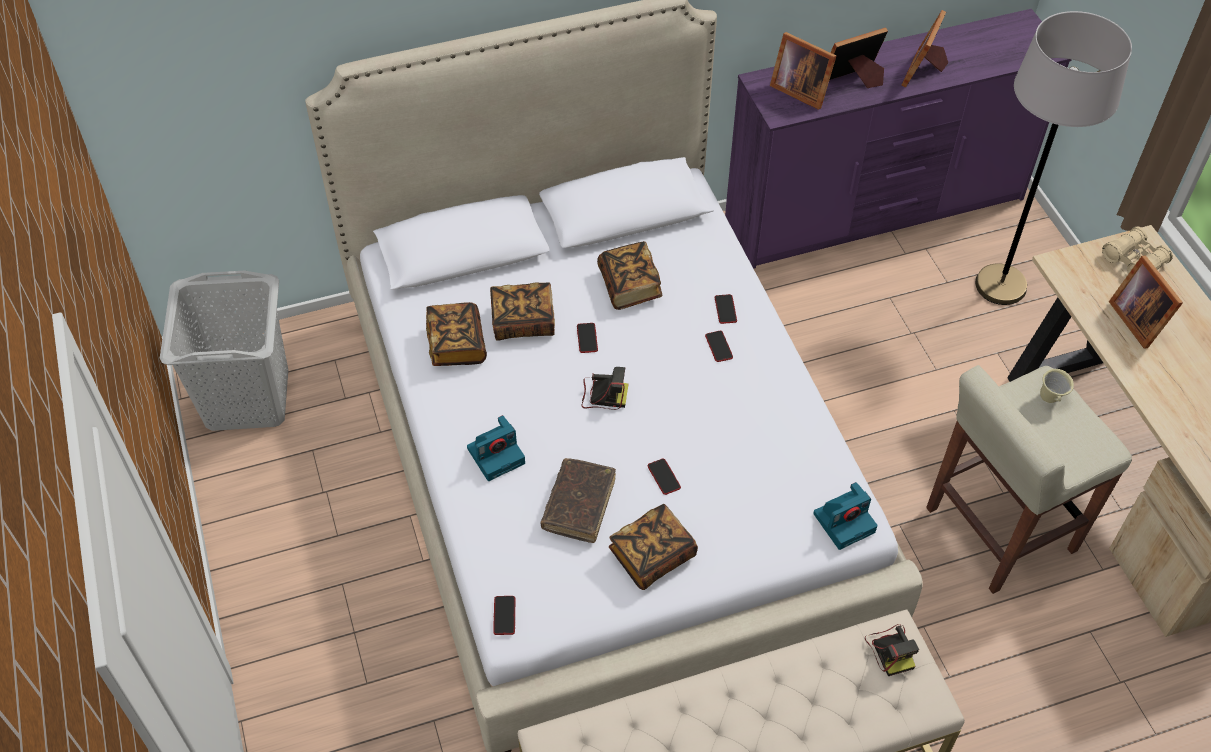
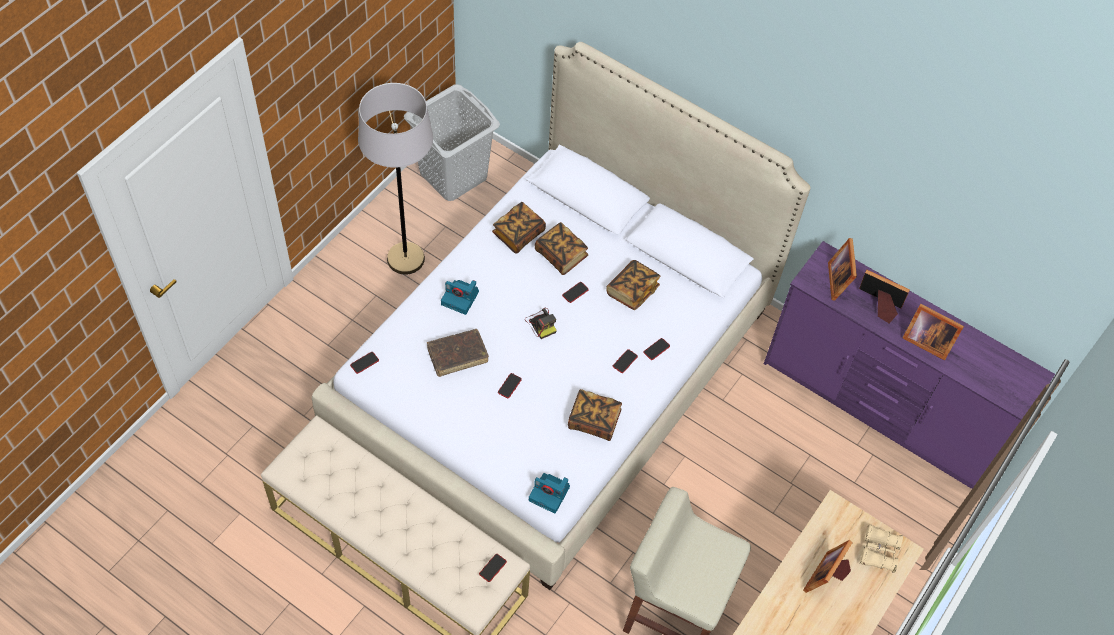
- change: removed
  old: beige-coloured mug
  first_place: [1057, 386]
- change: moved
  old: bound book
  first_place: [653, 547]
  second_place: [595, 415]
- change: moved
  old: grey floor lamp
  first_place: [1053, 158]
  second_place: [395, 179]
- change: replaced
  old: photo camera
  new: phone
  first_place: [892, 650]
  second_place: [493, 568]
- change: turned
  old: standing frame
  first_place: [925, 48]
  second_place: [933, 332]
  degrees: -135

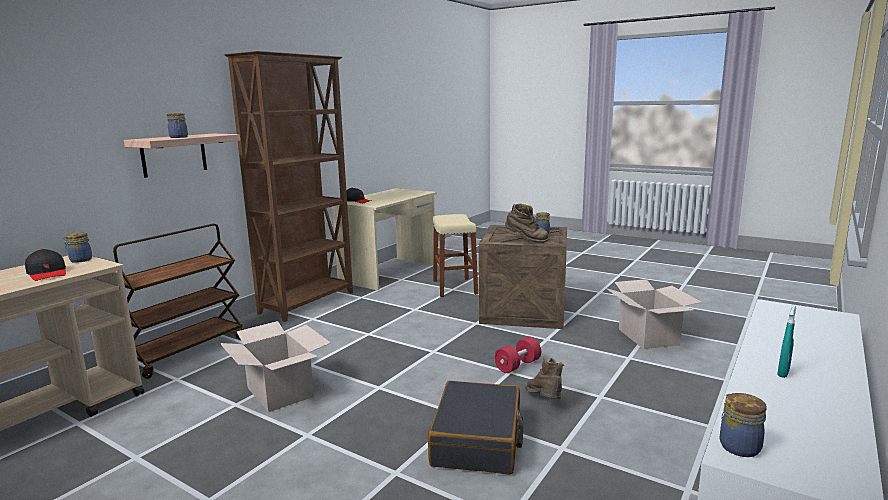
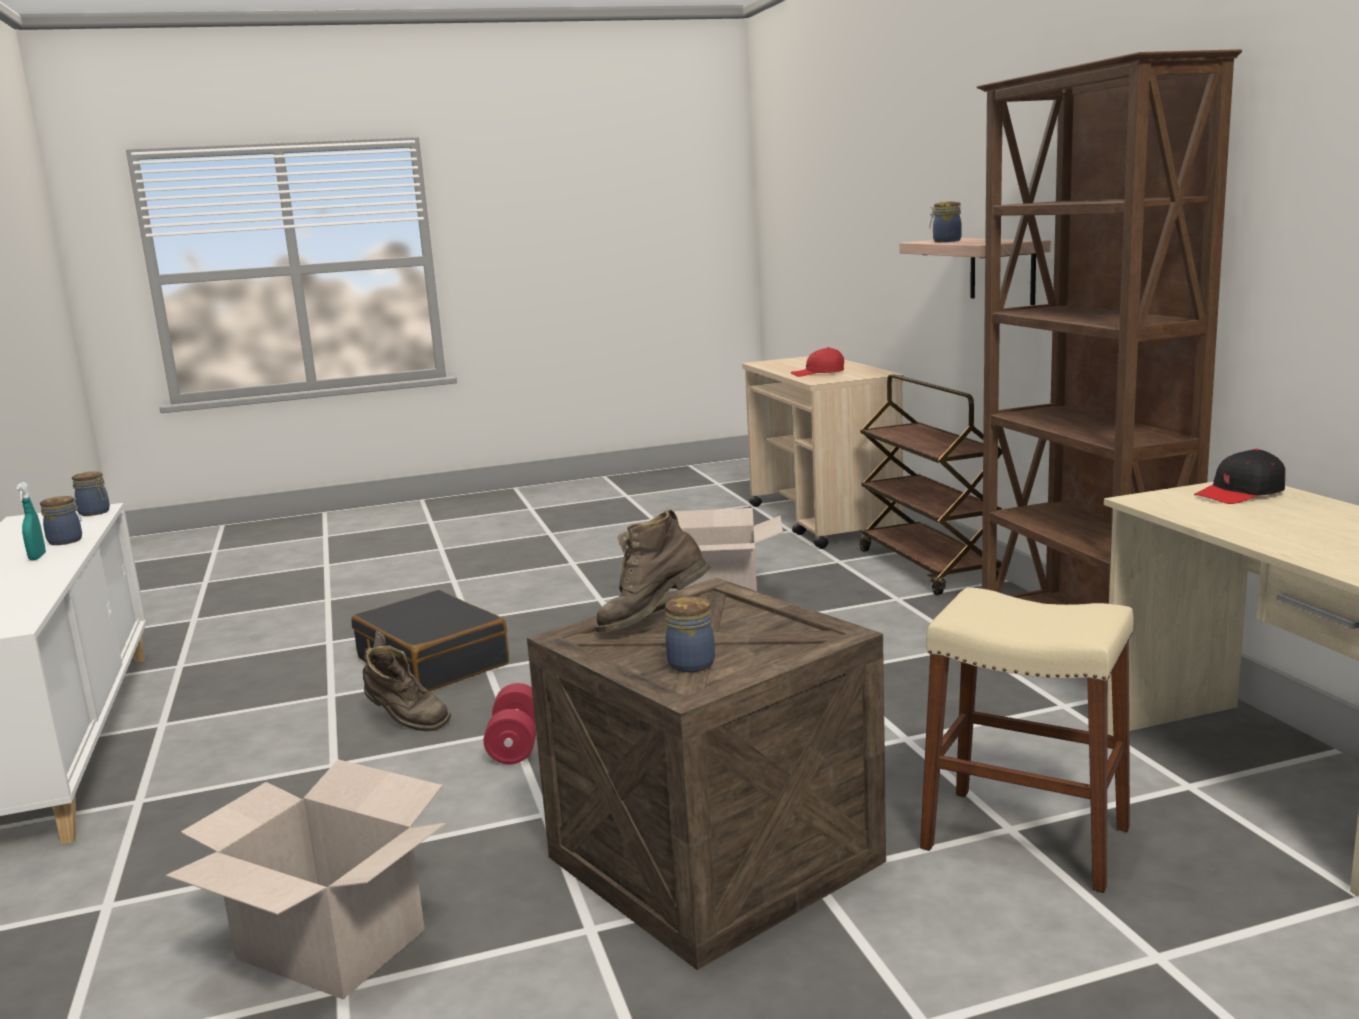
- change: moved
  old: jar
  first_place: [77, 247]
  second_place: [61, 520]
- change: recoloured
  old: blackish cap
  new: reddish cap
  first_place: [45, 265]
  second_place: [817, 361]

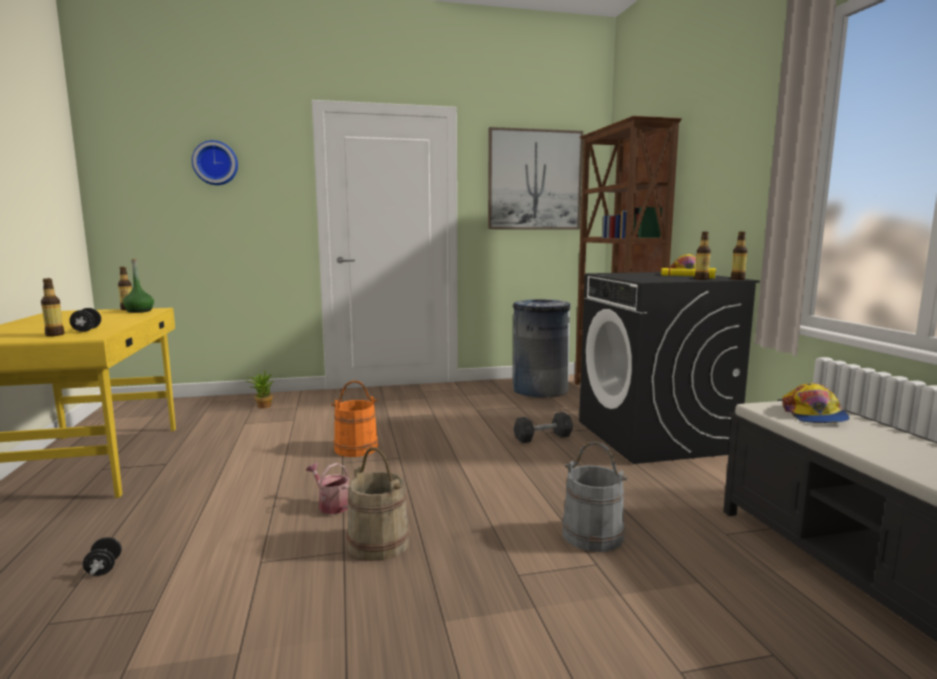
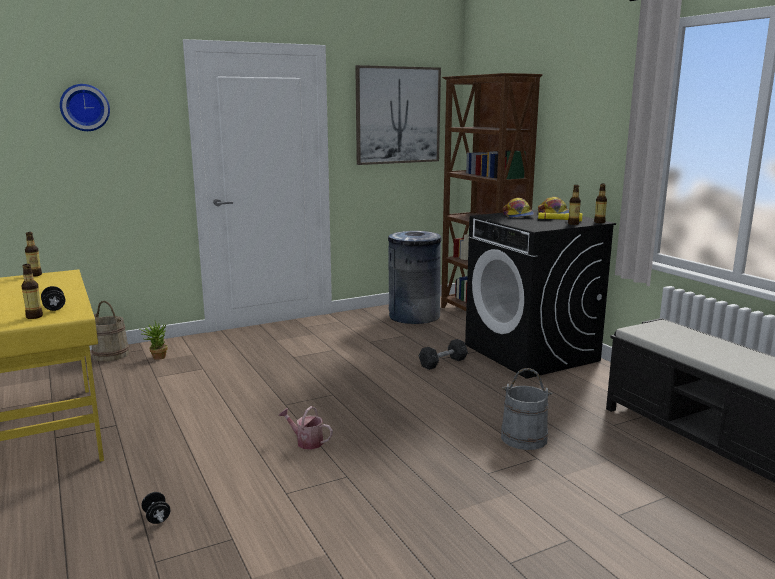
- change: removed
  old: green-coloured drink bottle
  first_place: [138, 286]
- change: removed
  old: orangey bucket
  first_place: [354, 418]
- change: moved
  old: beige-coloured bucket
  first_place: [378, 504]
  second_place: [110, 331]
- change: moved
  old: cap
  first_place: [816, 403]
  second_place: [518, 208]

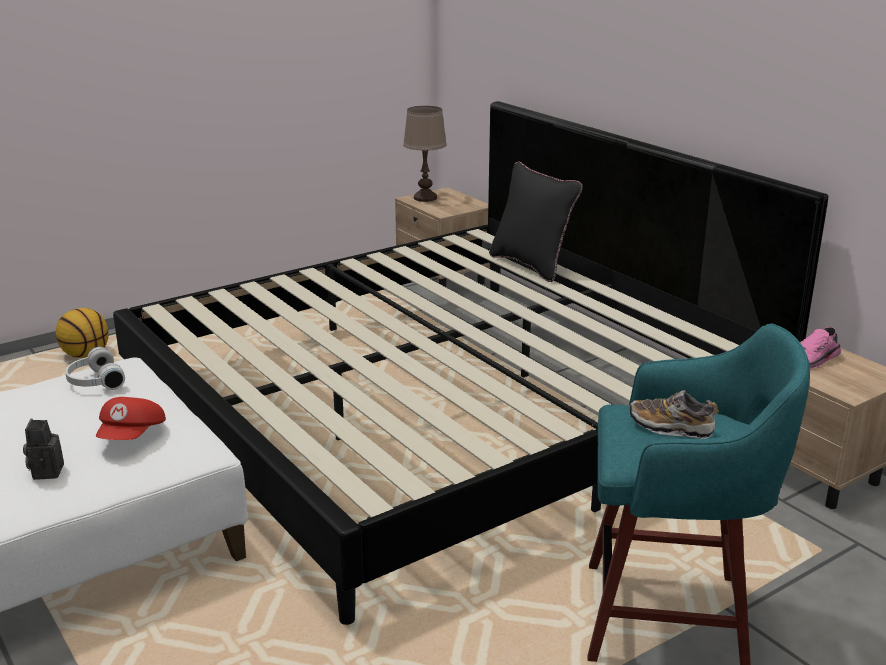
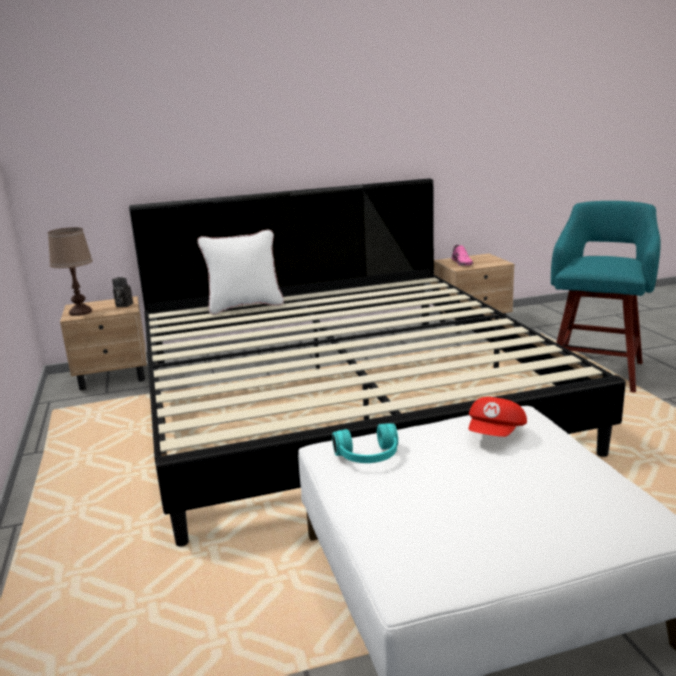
- change: removed
  old: ball for basketball
  first_place: [82, 333]
- change: removed
  old: low shoe
  first_place: [674, 414]
- change: moved
  old: photo camera
  first_place: [43, 449]
  second_place: [122, 292]
- change: recoloured
  old: whitish headset
  new: turquoise headset
  first_place: [95, 368]
  second_place: [365, 443]
- change: recoloured
  old: blackish cushion
  new: whitish cushion
  first_place: [536, 221]
  second_place: [240, 272]
- change: turned
  old: reddish cap
  first_place: [131, 418]
  second_place: [497, 417]
  degrees: 90

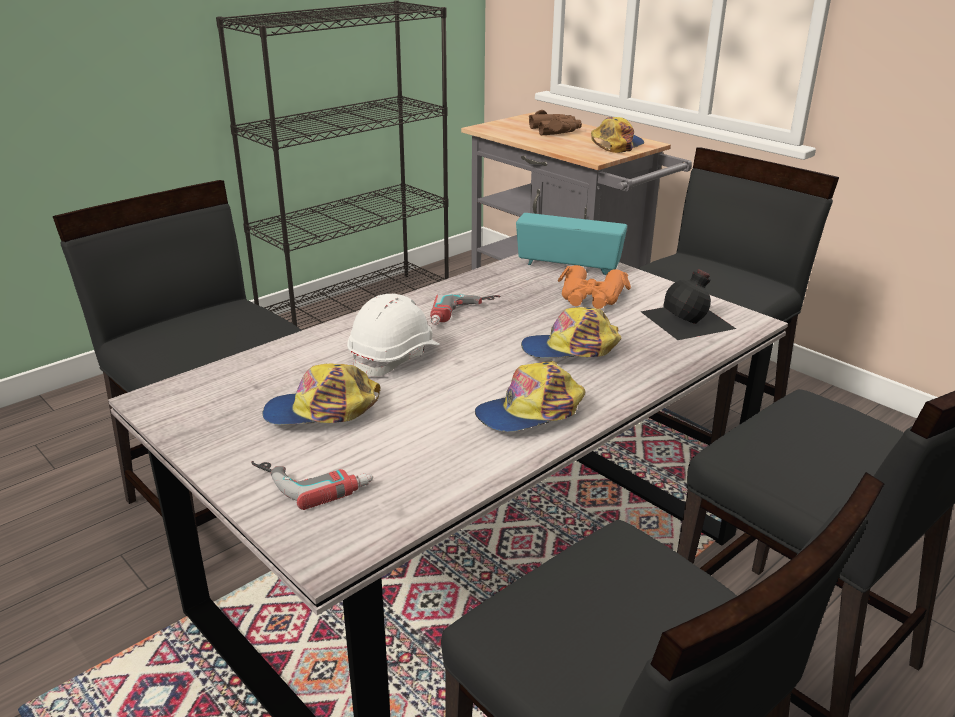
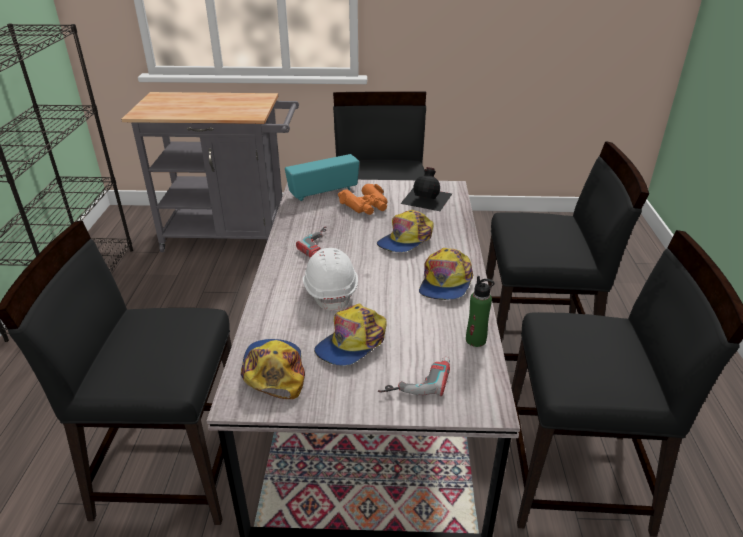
- change: removed
  old: brown binoculars
  first_place: [555, 122]
- change: added
  new: green-coloured drink bottle
  second_place: [480, 311]
- change: moved
  old: cap
  first_place: [617, 135]
  second_place: [273, 369]

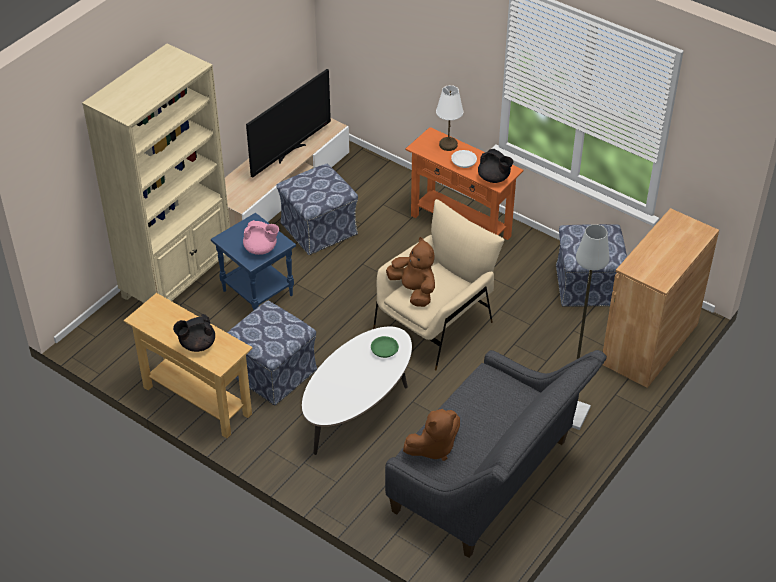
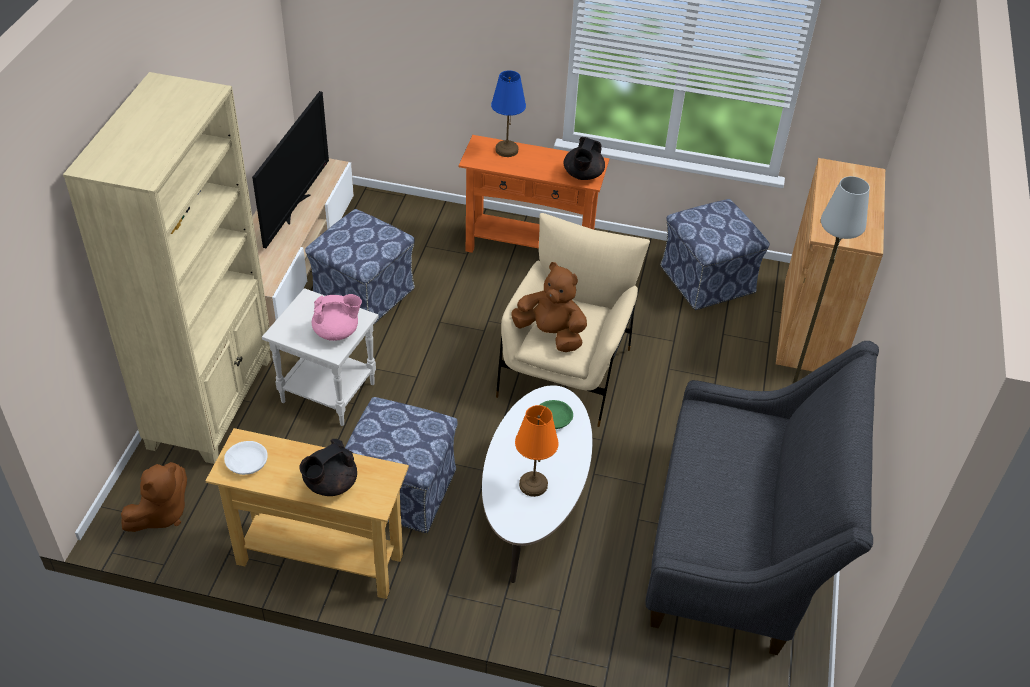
- change: added
  new: orangey lamp for a table
  second_place: [537, 451]
- change: moved
  old: brown soft toy
  first_place: [431, 435]
  second_place: [154, 497]
- change: moved
  old: whitish bowl
  first_place: [464, 159]
  second_place: [246, 458]
- change: recoloured
  old: blue-coloured end table
  new: whitish end table
  first_place: [253, 261]
  second_place: [320, 357]
- change: recoloured
  old: whitish lamp for a table
  new: blue-coloured lamp for a table
  first_place: [449, 118]
  second_place: [508, 113]
- change: turned
  old: blackish pot for tea
  first_place: [496, 166]
  second_place: [584, 158]
  degrees: 90

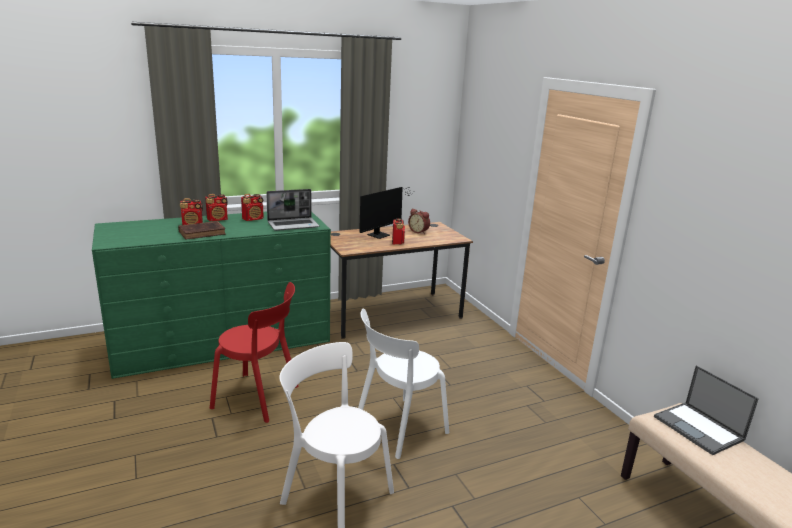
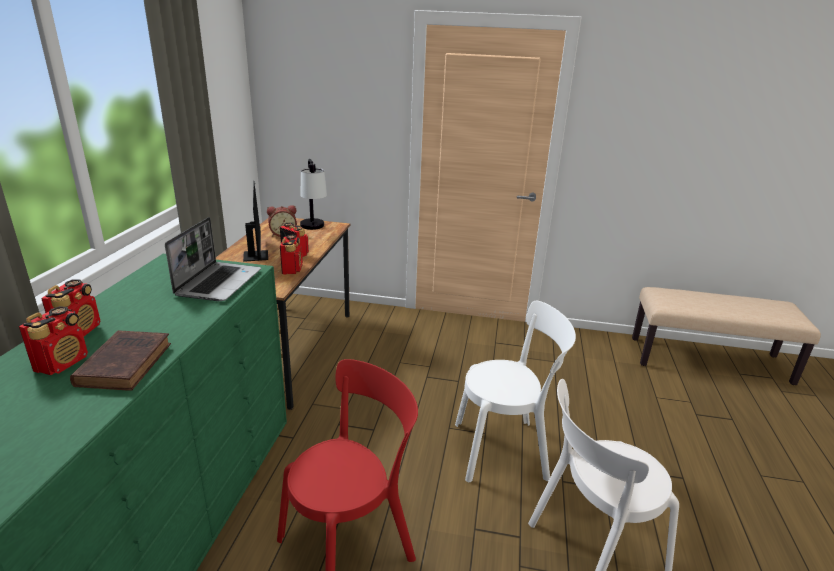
- change: removed
  old: notebook computer
  first_place: [706, 410]
- change: added
  new: lamp for a table
  second_place: [313, 194]
- change: moved
  old: radio
  first_place: [252, 207]
  second_place: [291, 254]
- change: turned
  old: whitish upright chair
  first_place: [403, 383]
  second_place: [515, 391]
  degrees: -90

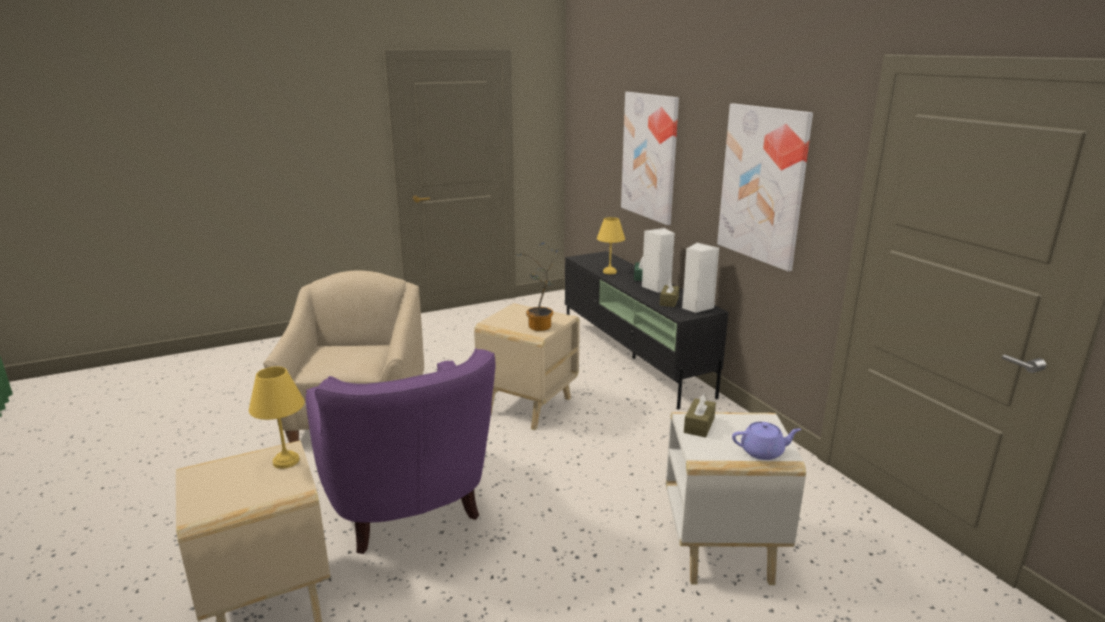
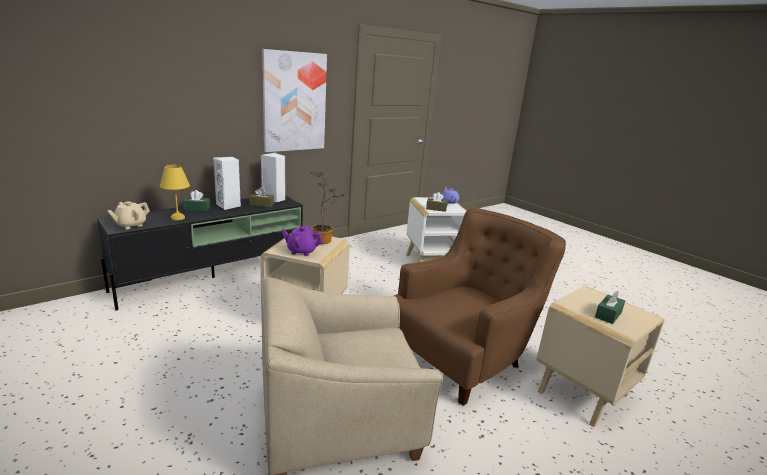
- change: removed
  old: yellow lamp for a table
  first_place: [277, 417]
- change: removed
  old: wall picture
  first_place: [650, 158]
- change: added
  new: beige-coloured pot for tea
  second_place: [128, 215]
- change: added
  new: purplish pot for tea
  second_place: [302, 241]
- change: added
  new: green-coloured box of tissues
  second_place: [610, 307]
- change: recoloured
  old: purplish armchair
  new: brown armchair
  first_place: [401, 451]
  second_place: [480, 307]

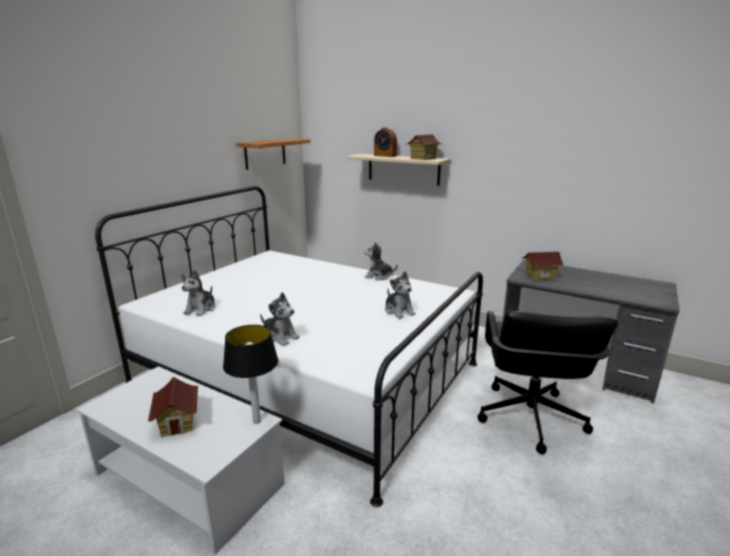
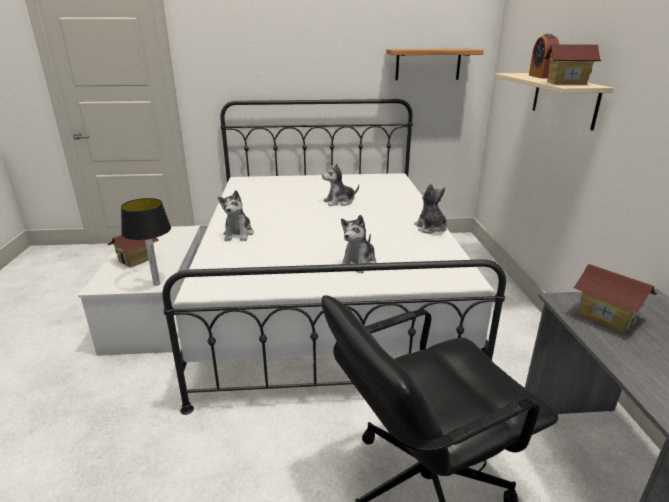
- change: moved
  old: soft toy
  first_place: [198, 293]
  second_place: [340, 185]

